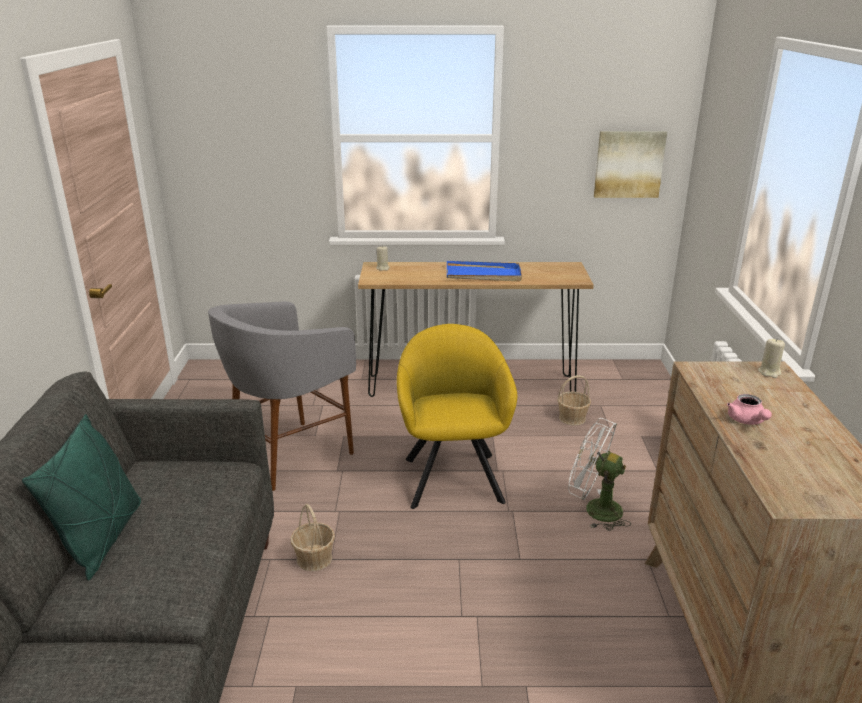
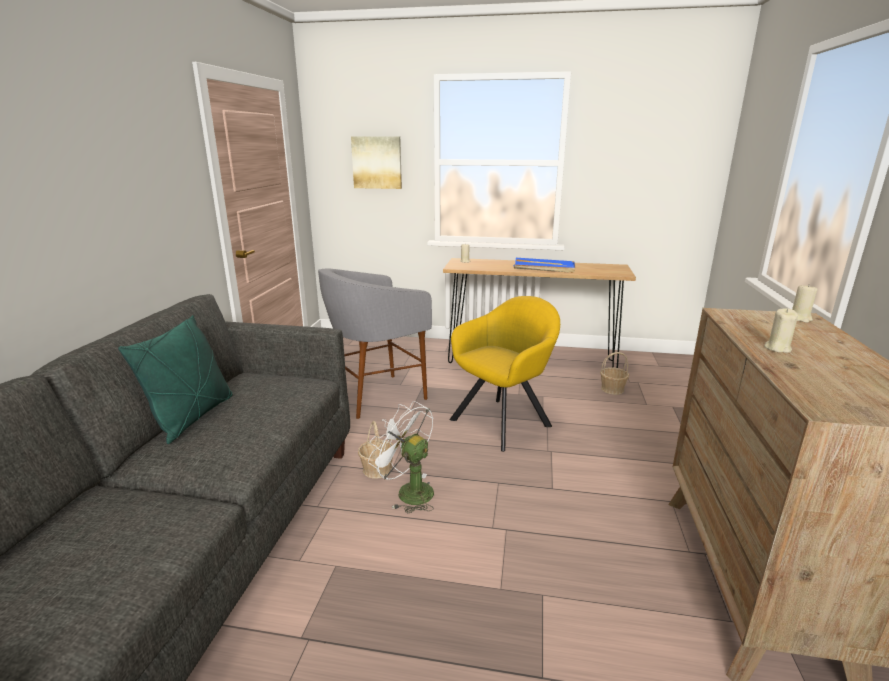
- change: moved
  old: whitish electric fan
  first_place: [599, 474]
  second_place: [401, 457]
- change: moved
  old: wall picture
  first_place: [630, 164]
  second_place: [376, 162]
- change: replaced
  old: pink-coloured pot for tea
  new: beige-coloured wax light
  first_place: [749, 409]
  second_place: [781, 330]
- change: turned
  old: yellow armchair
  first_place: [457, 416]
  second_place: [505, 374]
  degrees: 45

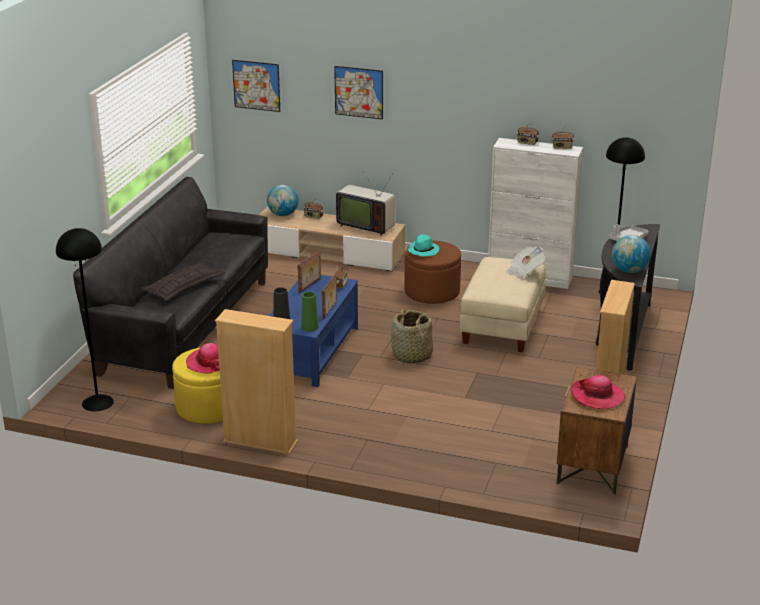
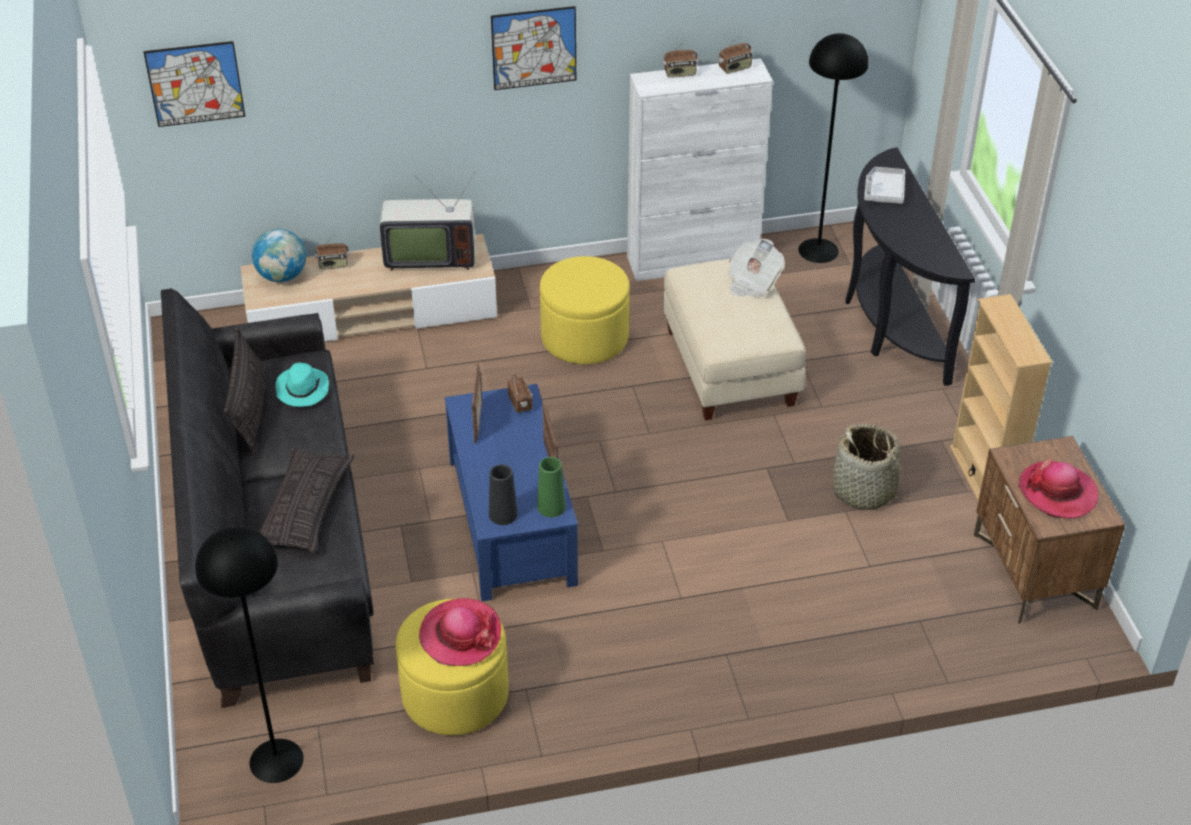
- change: removed
  old: beige-coloured shelving unit
  first_place: [256, 381]
- change: removed
  old: world globe
  first_place: [631, 254]
- change: added
  new: cushion
  second_place: [245, 390]
- change: moved
  old: wall picture
  first_place: [358, 93]
  second_place: [533, 48]
- change: moved
  old: household basket
  first_place: [412, 336]
  second_place: [869, 466]
- change: moved
  old: turquoise clothing hat
  first_place: [423, 245]
  second_place: [302, 385]
- change: recoloured
  old: brown footrest
  new: yellow footrest
  first_place: [432, 272]
  second_place: [585, 310]

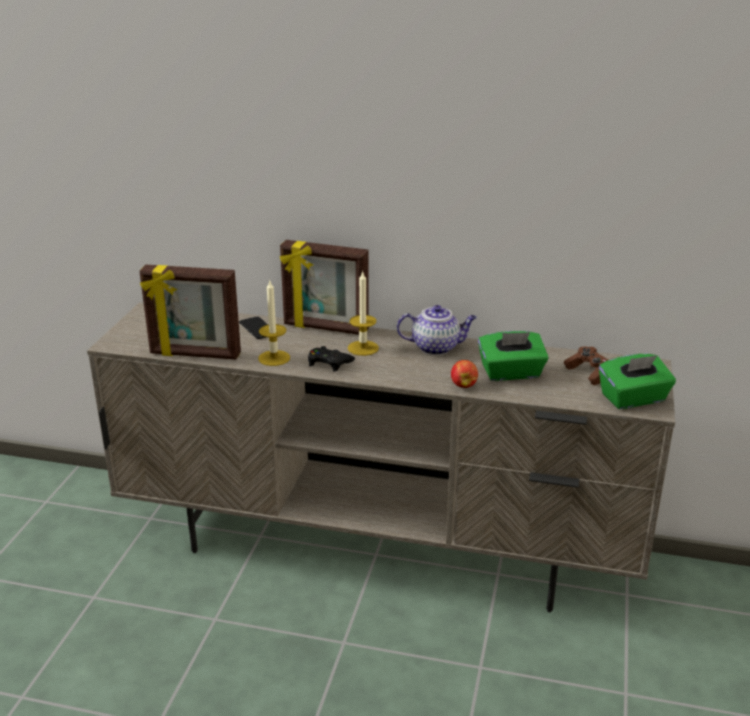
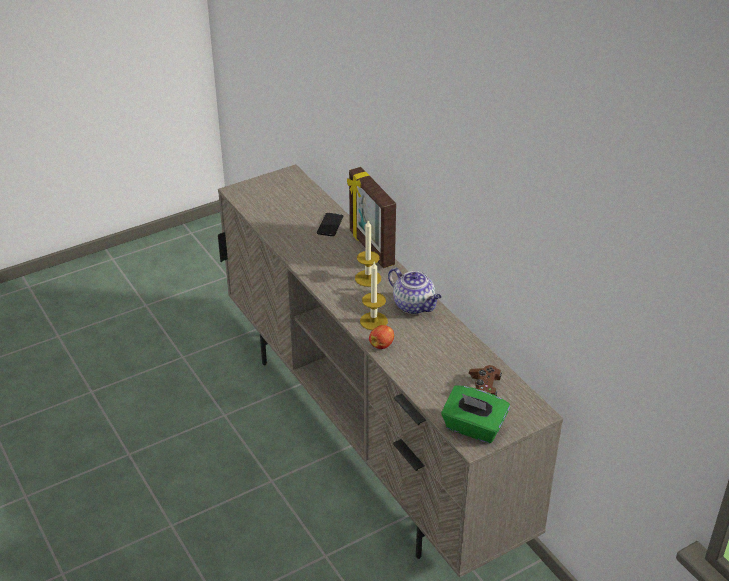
- change: removed
  old: standing frame
  first_place: [190, 312]
- change: removed
  old: blackish game controller
  first_place: [331, 359]
- change: removed
  old: green-coloured box of tissues
  first_place: [513, 356]
- change: moved
  old: wax light
  first_place: [274, 322]
  second_place: [374, 296]

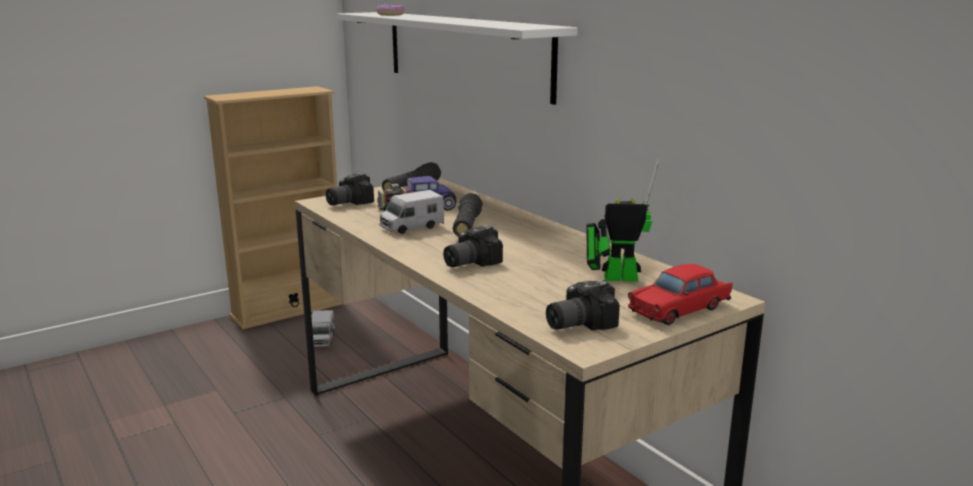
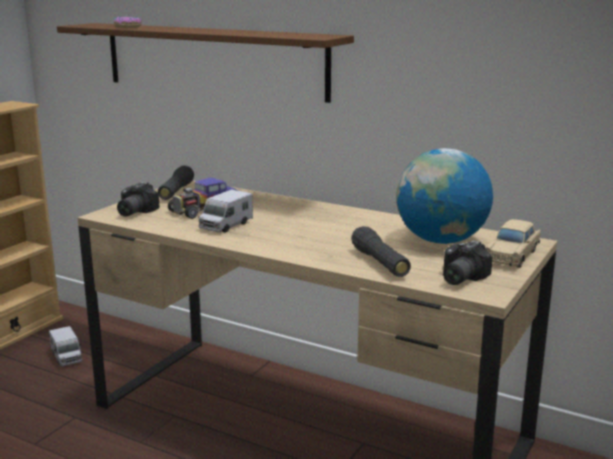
- change: removed
  old: photo camera
  first_place: [473, 246]
- change: moved
  old: blackish flashlight
  first_place: [468, 214]
  second_place: [381, 251]
- change: replaced
  old: toy robot
  new: world globe
  first_place: [622, 220]
  second_place: [444, 196]
- change: recoloured
  old: whitish wall shelf
  new: brown wall shelf
  first_place: [458, 58]
  second_place: [205, 63]
- change: recoloured
  old: reddish toy car
  new: beige-coloured toy car
  first_place: [680, 294]
  second_place: [513, 243]

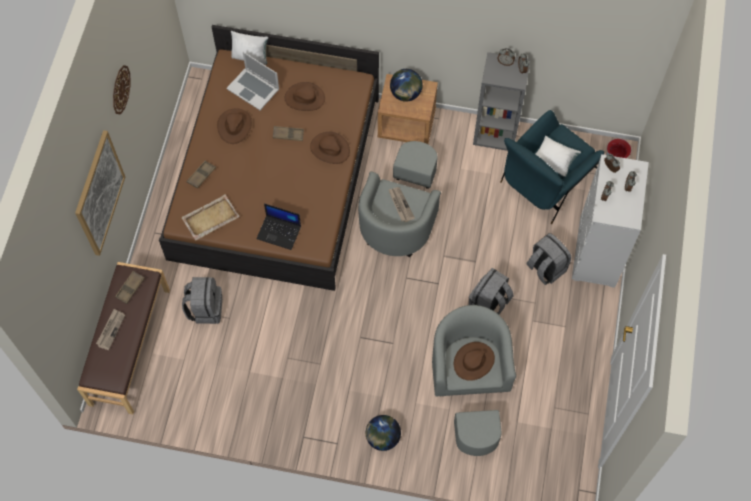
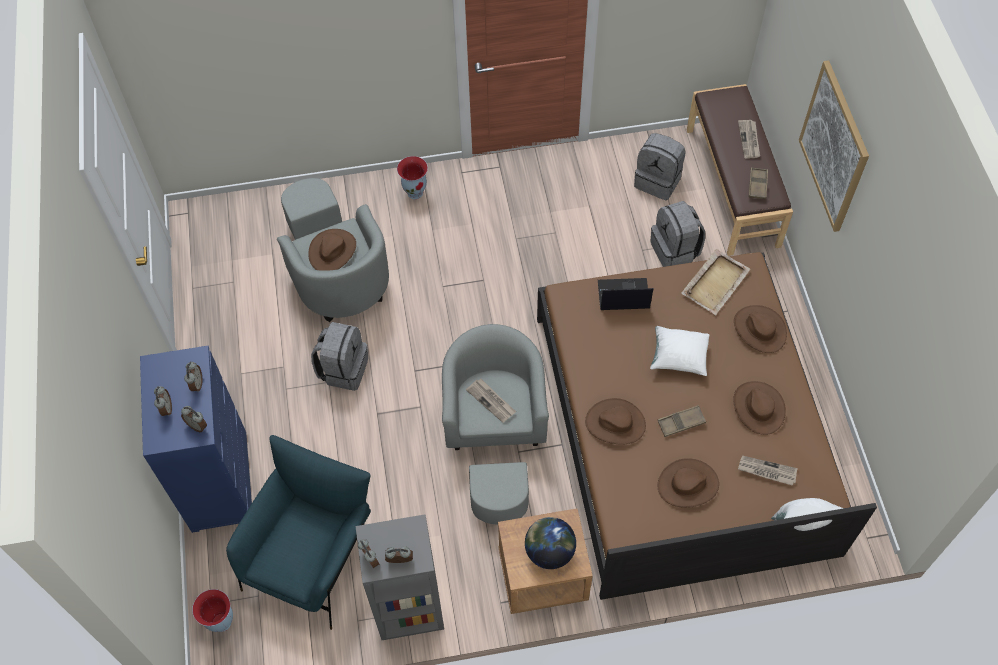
- change: removed
  old: clock on the wall
  first_place: [122, 89]
- change: moved
  old: grey backpack
  first_place: [548, 259]
  second_place: [660, 166]
- change: moved
  old: whitish cushion
  first_place: [558, 156]
  second_place: [679, 351]
- change: replaced
  old: brown serving tray
  new: brown clothing hat
  first_place: [201, 175]
  second_place: [760, 329]
- change: replaced
  old: notebook computer
  new: daily paper
  first_place: [252, 81]
  second_place: [768, 470]
- change: replaced
  old: world globe
  new: flower vase
  first_place: [383, 433]
  second_place: [412, 177]
- change: recoloured
  old: whitish dresser
  new: blue-coloured dresser
  first_place: [610, 221]
  second_place: [196, 439]

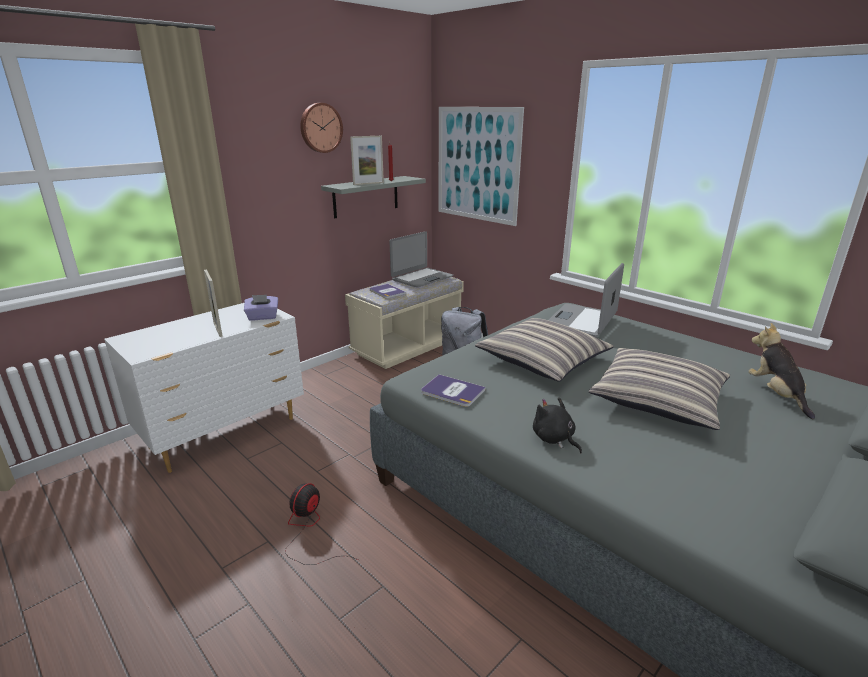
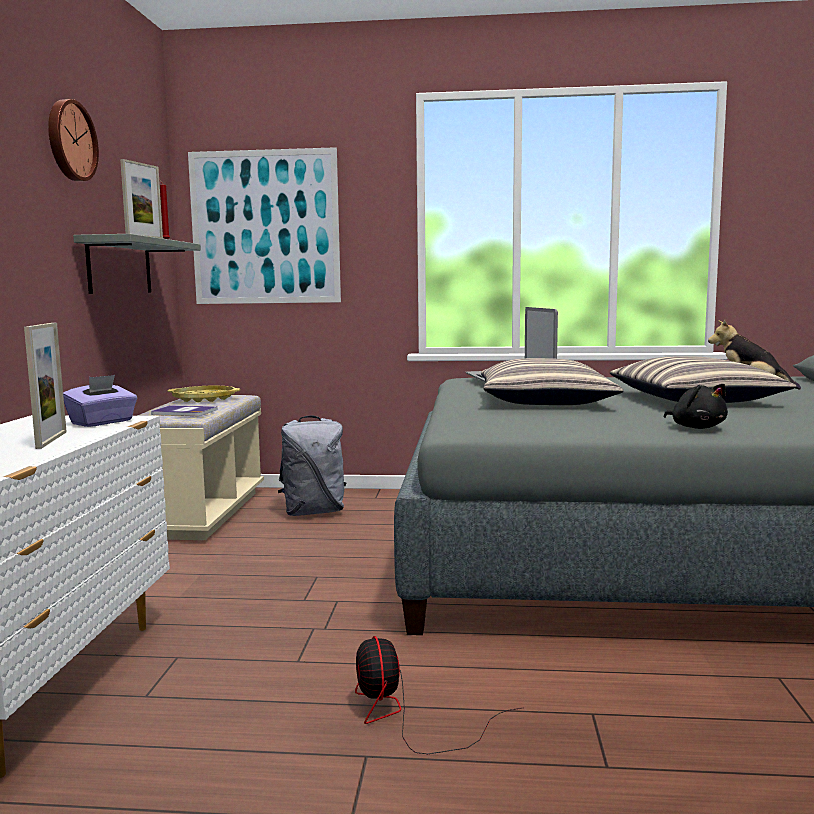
- change: removed
  old: bound book
  first_place: [453, 390]
- change: replaced
  old: notebook computer
  new: yellow serving tray
  first_place: [421, 259]
  second_place: [203, 394]
- change: turned
  old: standing frame
  first_place: [213, 303]
  second_place: [45, 386]
  degrees: -120
- change: turned
  old: blackish soft toy
  first_place: [557, 425]
  second_place: [696, 406]
  degrees: -135

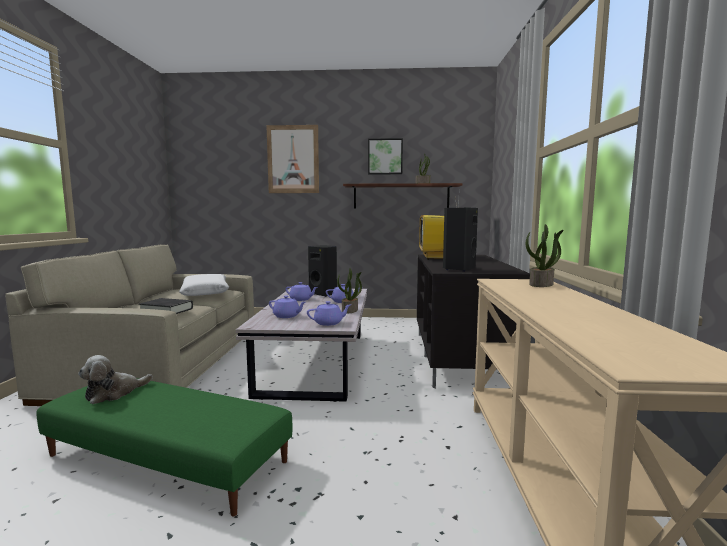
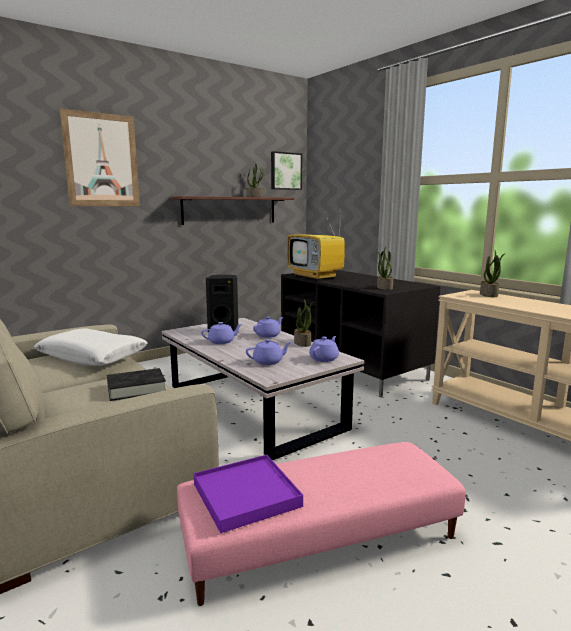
- change: moved
  old: wall picture
  first_place: [385, 156]
  second_place: [286, 170]
- change: replaced
  old: soft toy
  new: purplish serving tray
  first_place: [115, 379]
  second_place: [248, 494]
- change: replaced
  old: blackish speaker
  new: plant in a pot
  first_place: [460, 240]
  second_place: [385, 268]
- change: recoloured
  old: green-coloured footrest
  new: pink-coloured footrest
  first_place: [164, 447]
  second_place: [321, 524]

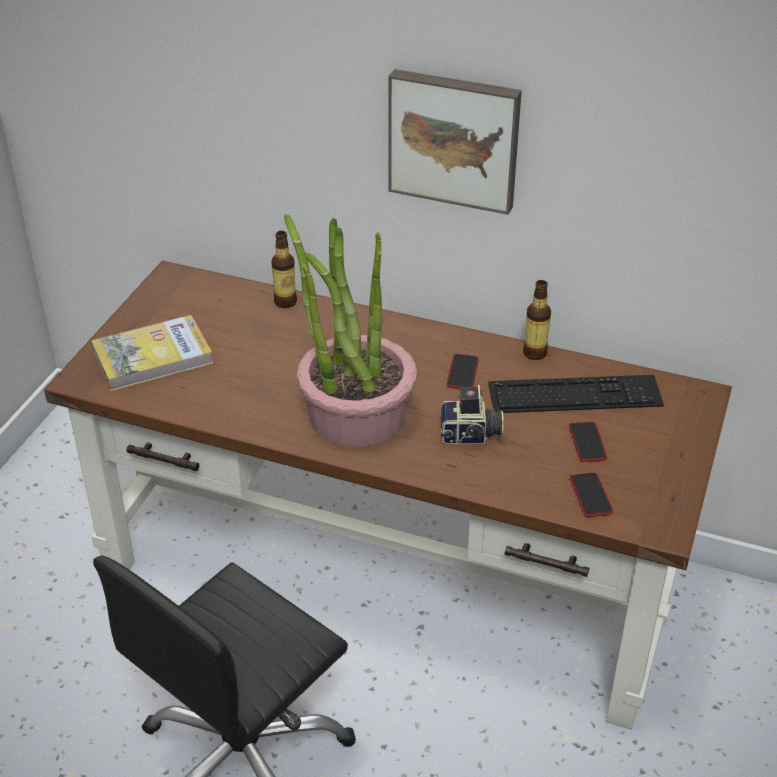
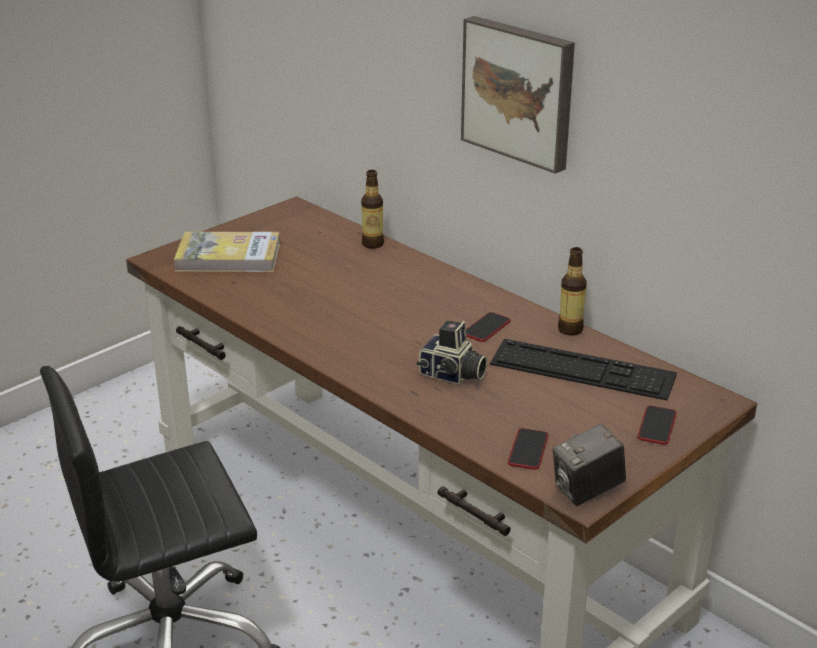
- change: removed
  old: plant in a pot
  first_place: [350, 330]
- change: added
  new: photo camera
  second_place: [589, 464]
- change: moved
  old: phone
  first_place: [588, 442]
  second_place: [656, 425]

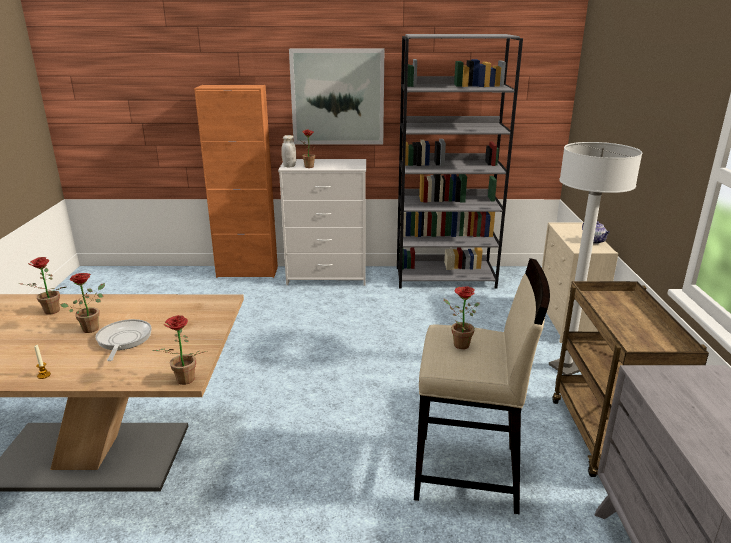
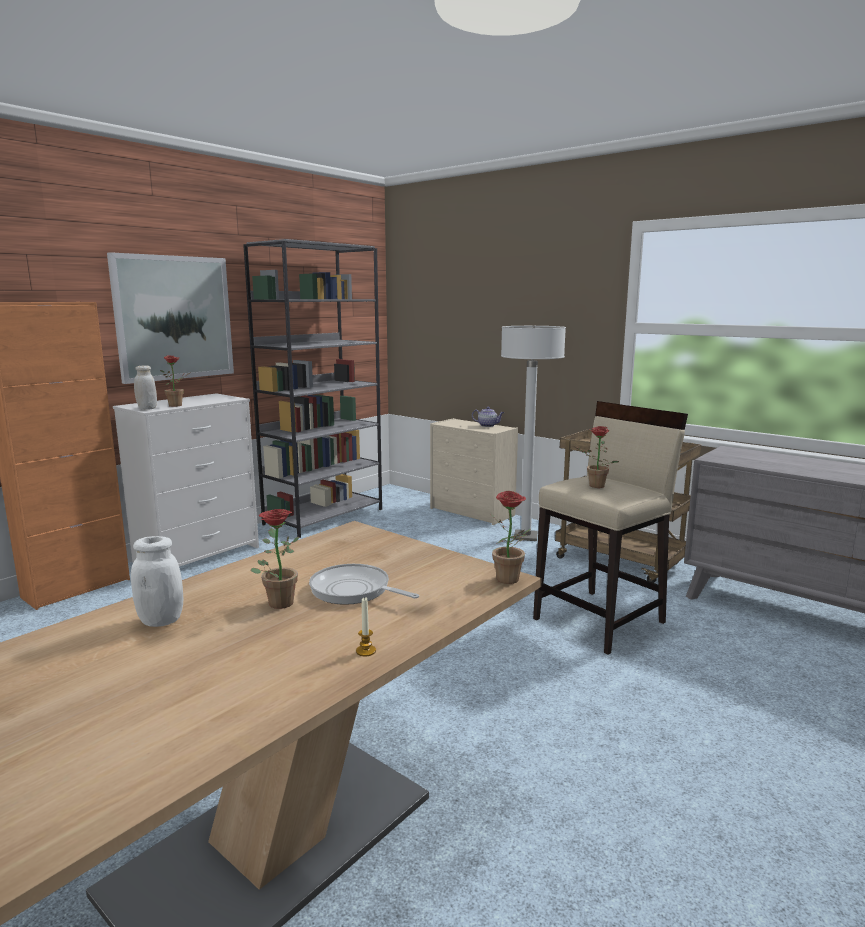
- change: replaced
  old: plant in a pot
  new: whitish jar
  first_place: [44, 286]
  second_place: [157, 581]

